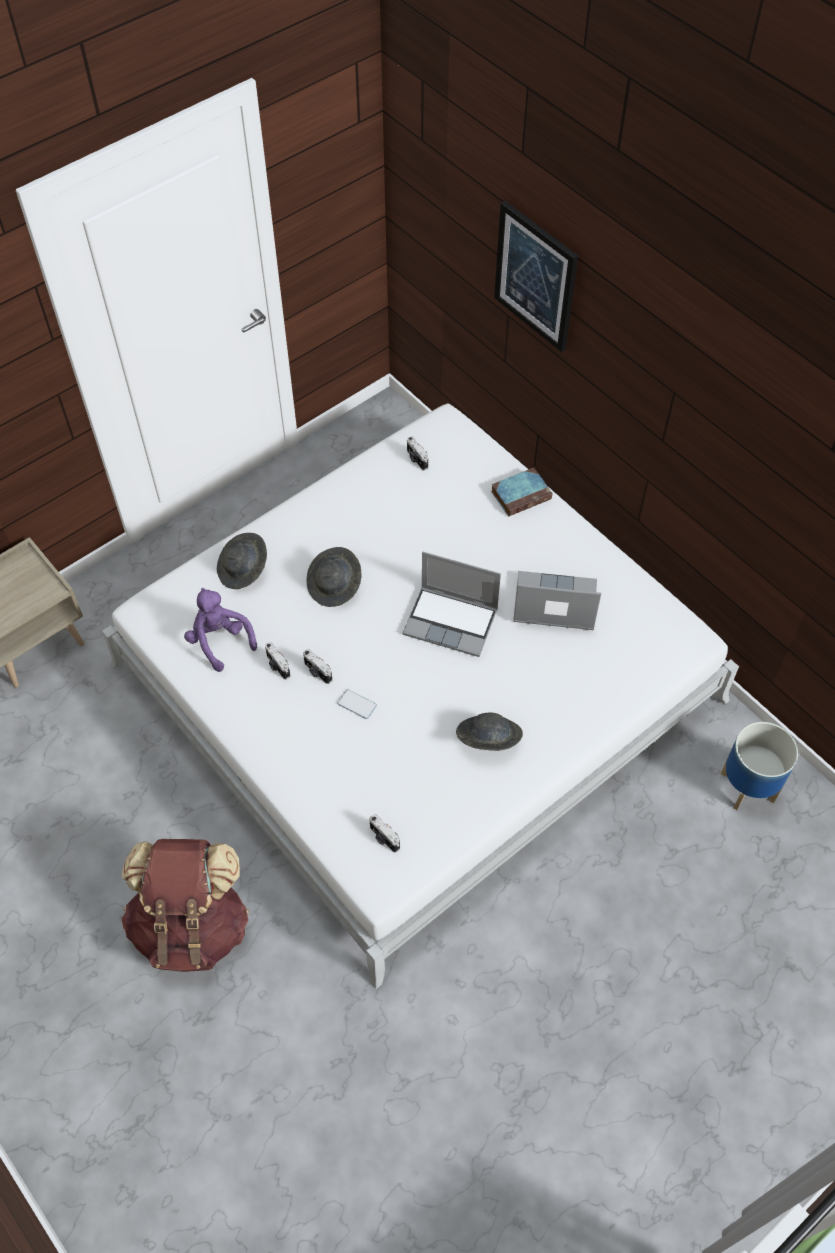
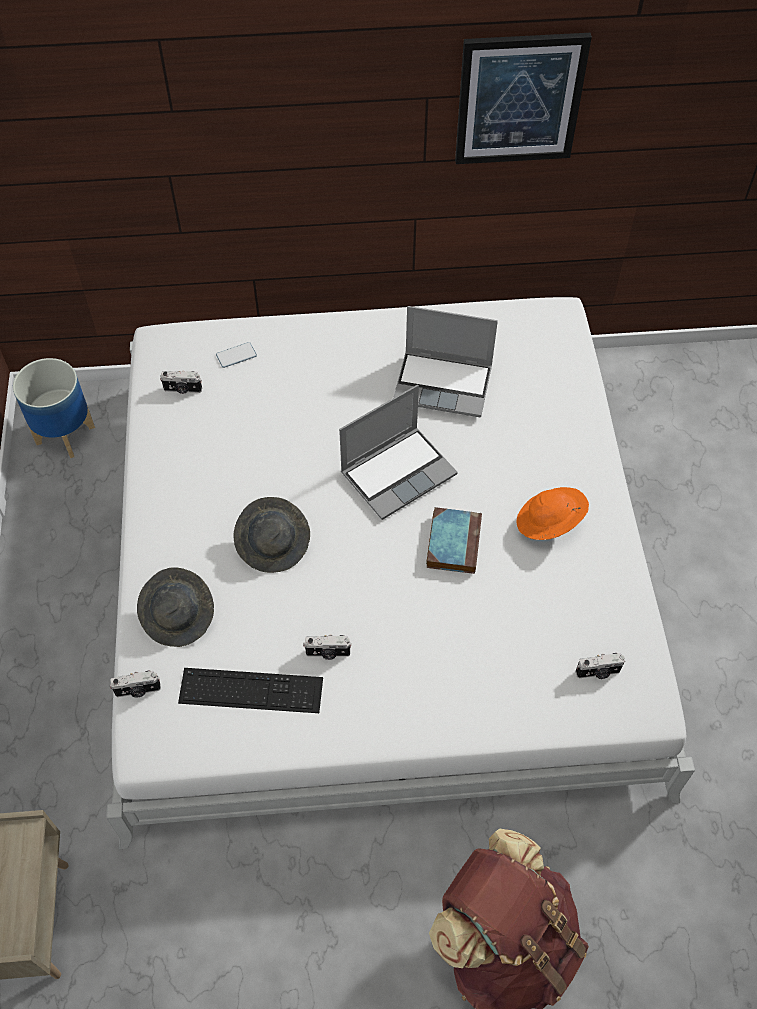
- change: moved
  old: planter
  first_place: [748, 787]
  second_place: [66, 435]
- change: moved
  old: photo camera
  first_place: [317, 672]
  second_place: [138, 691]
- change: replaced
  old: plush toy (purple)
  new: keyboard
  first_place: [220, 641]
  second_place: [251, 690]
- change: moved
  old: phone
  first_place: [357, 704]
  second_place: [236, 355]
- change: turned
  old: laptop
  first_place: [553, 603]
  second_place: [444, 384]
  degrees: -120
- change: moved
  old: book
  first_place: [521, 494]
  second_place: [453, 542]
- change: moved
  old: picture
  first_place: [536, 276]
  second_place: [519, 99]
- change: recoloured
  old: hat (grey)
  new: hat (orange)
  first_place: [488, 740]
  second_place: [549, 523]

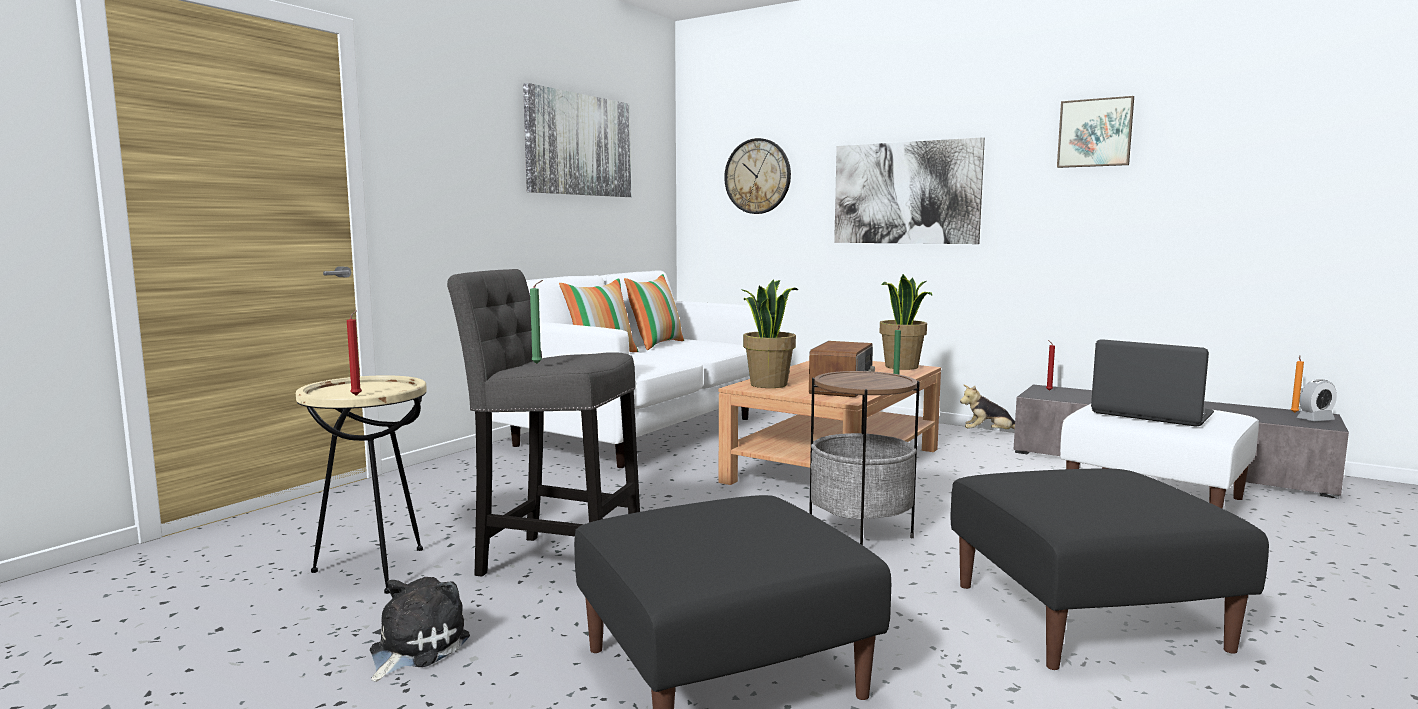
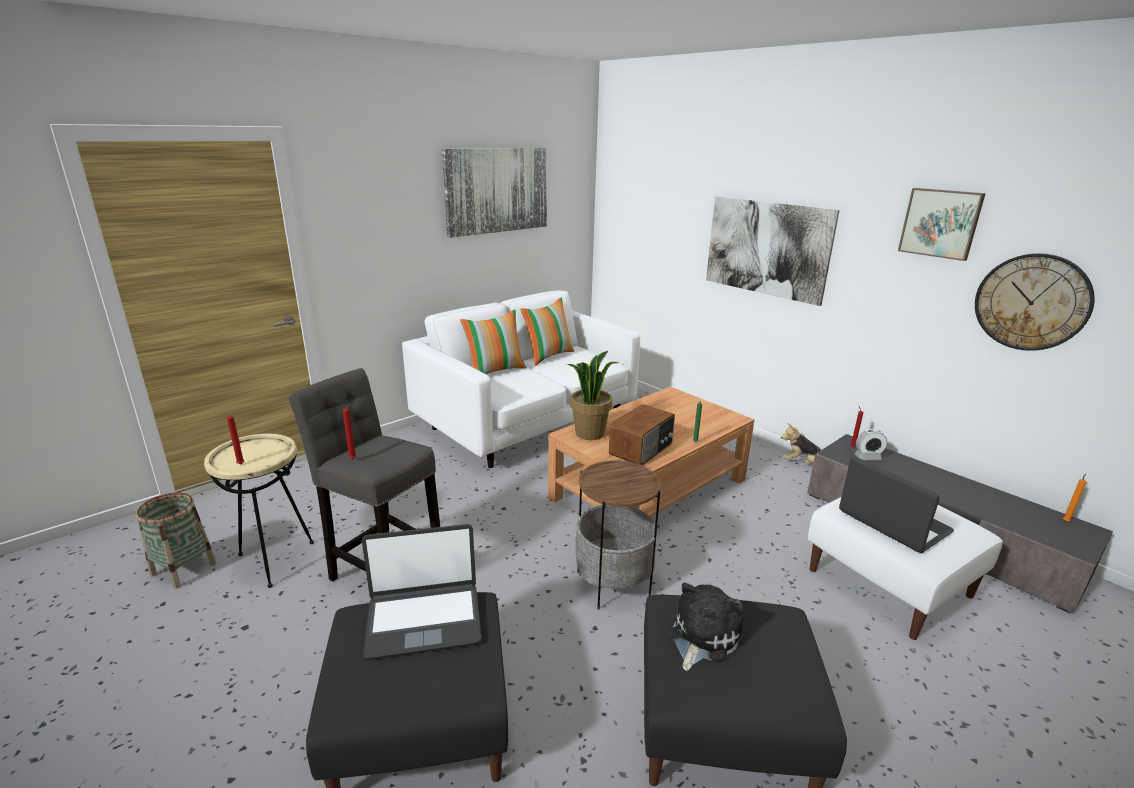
- change: added
  new: basket
  second_place: [183, 569]
- change: recoloured
  old: candle (green)
  new: candle (red)
  first_place: [538, 363]
  second_place: [354, 459]
- change: added
  new: laptop
  second_place: [424, 620]
- change: moved
  old: plush toy
  first_place: [414, 648]
  second_place: [702, 637]
- change: moved
  old: alarm clock
  first_place: [1315, 419]
  second_place: [867, 457]
- change: moved
  old: wall clock
  first_place: [757, 176]
  second_place: [1031, 302]
- change: removed
  old: potted plant
  first_place: [902, 367]

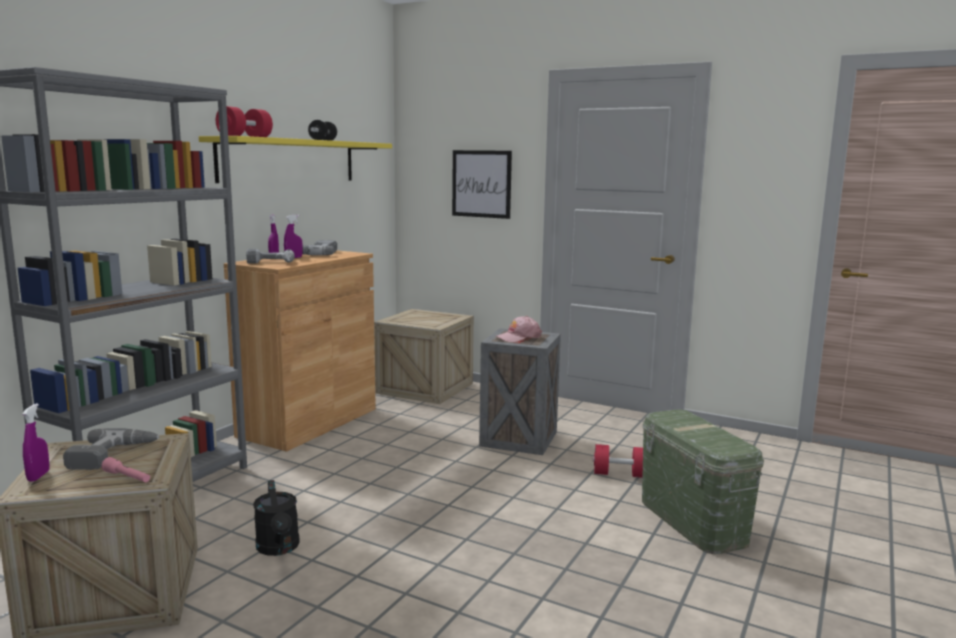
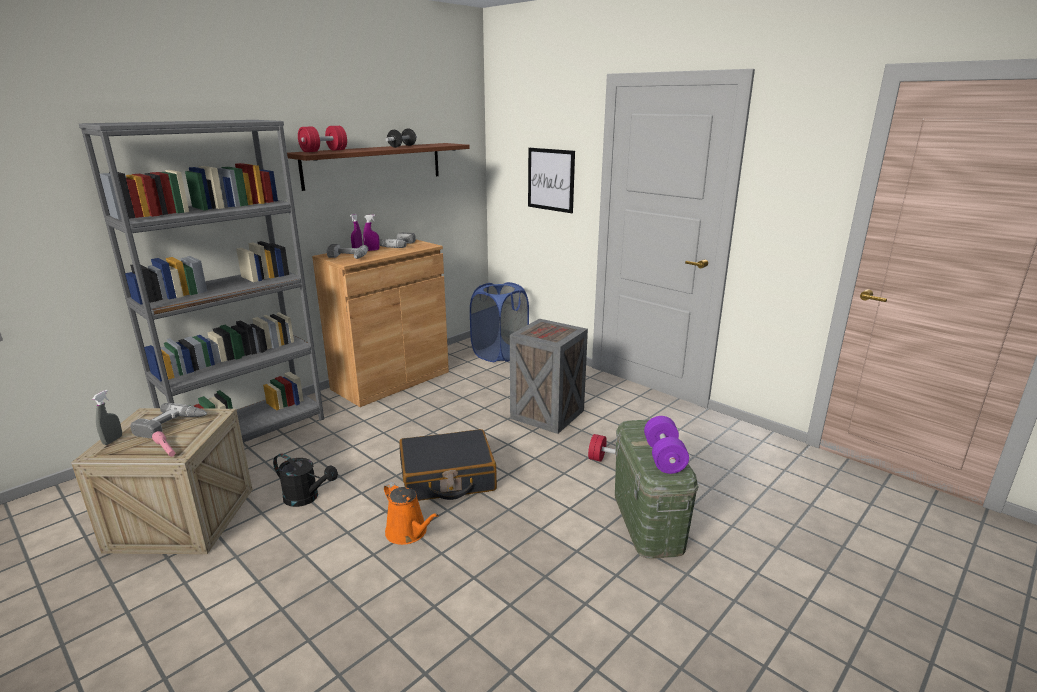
- change: recoloured
  old: spray bottle (purple)
  new: spray bottle (grey)
  first_place: [38, 476]
  second_place: [113, 440]
- change: turned
  old: watering can (black)
  first_place: [279, 548]
  second_place: [306, 498]
  degrees: -60
- change: recoloured
  old: shelf (yellow)
  new: shelf (brown)
  first_place: [289, 161]
  second_place: [374, 165]
- change: added
  new: watering can (orange)
  second_place: [409, 532]
- change: added
  new: suitcase (black)
  second_place: [447, 478]
- change: replaced
  old: crate
  new: laundry basket (blue)
  first_place: [425, 388]
  second_place: [500, 354]
- change: added
  new: dumbbell (purple)
  second_place: [664, 457]
- change: removed
  old: cap (pink)
  first_place: [518, 337]

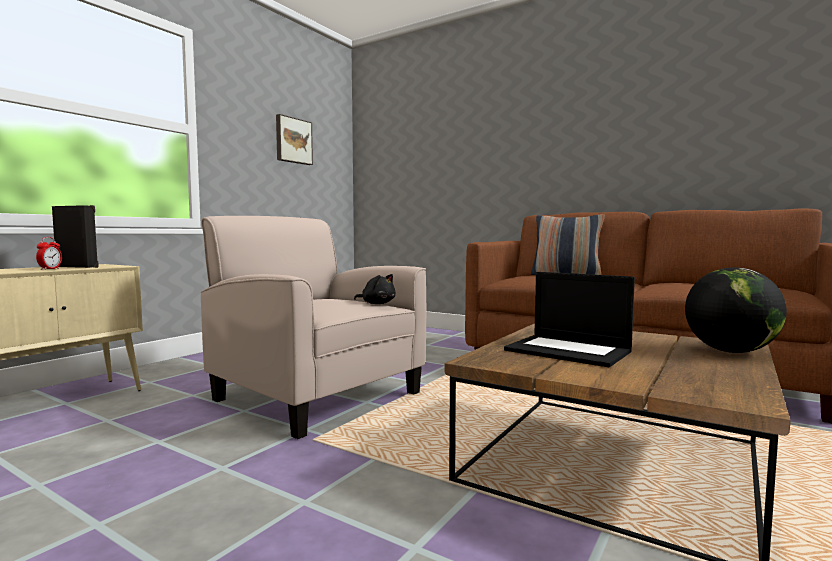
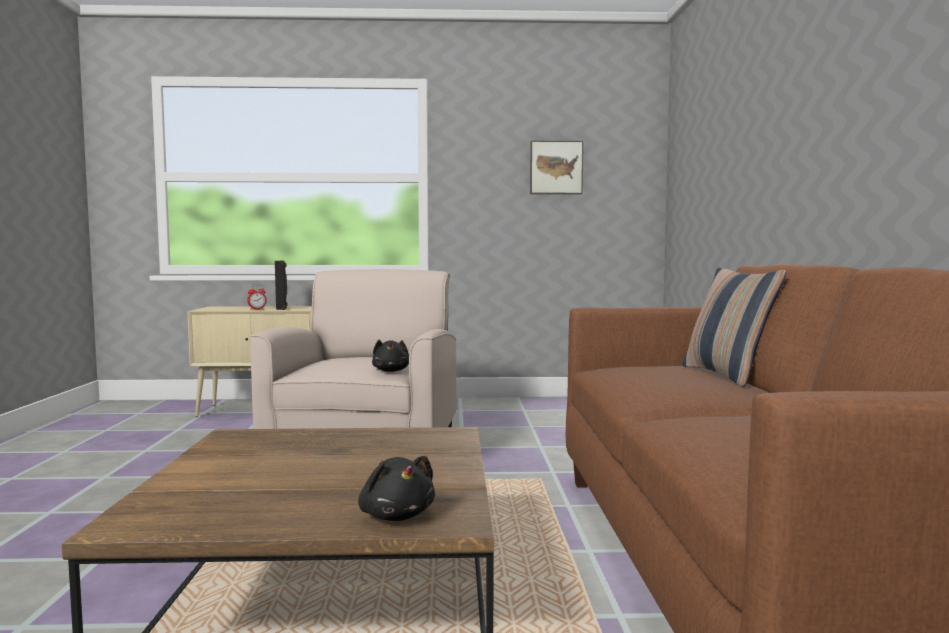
- change: replaced
  old: globe
  new: plush toy (black)
  first_place: [730, 351]
  second_place: [396, 515]
- change: removed
  old: laptop
  first_place: [569, 351]

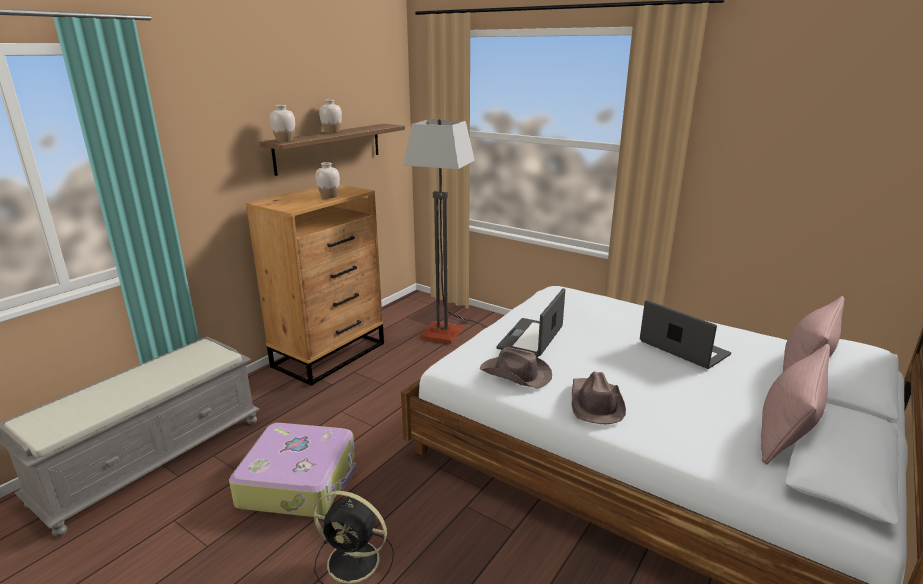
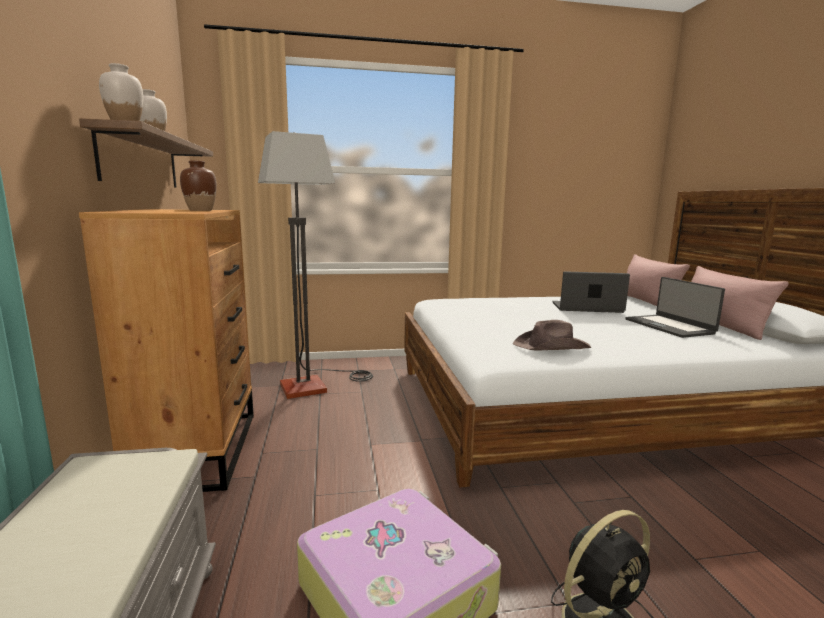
- change: recoloured
  old: vase (white)
  new: vase (brown)
  first_place: [329, 196]
  second_place: [201, 210]
- change: moved
  old: laptop
  first_place: [531, 338]
  second_place: [669, 326]
- change: removed
  old: hat (brown)
  first_place: [595, 403]

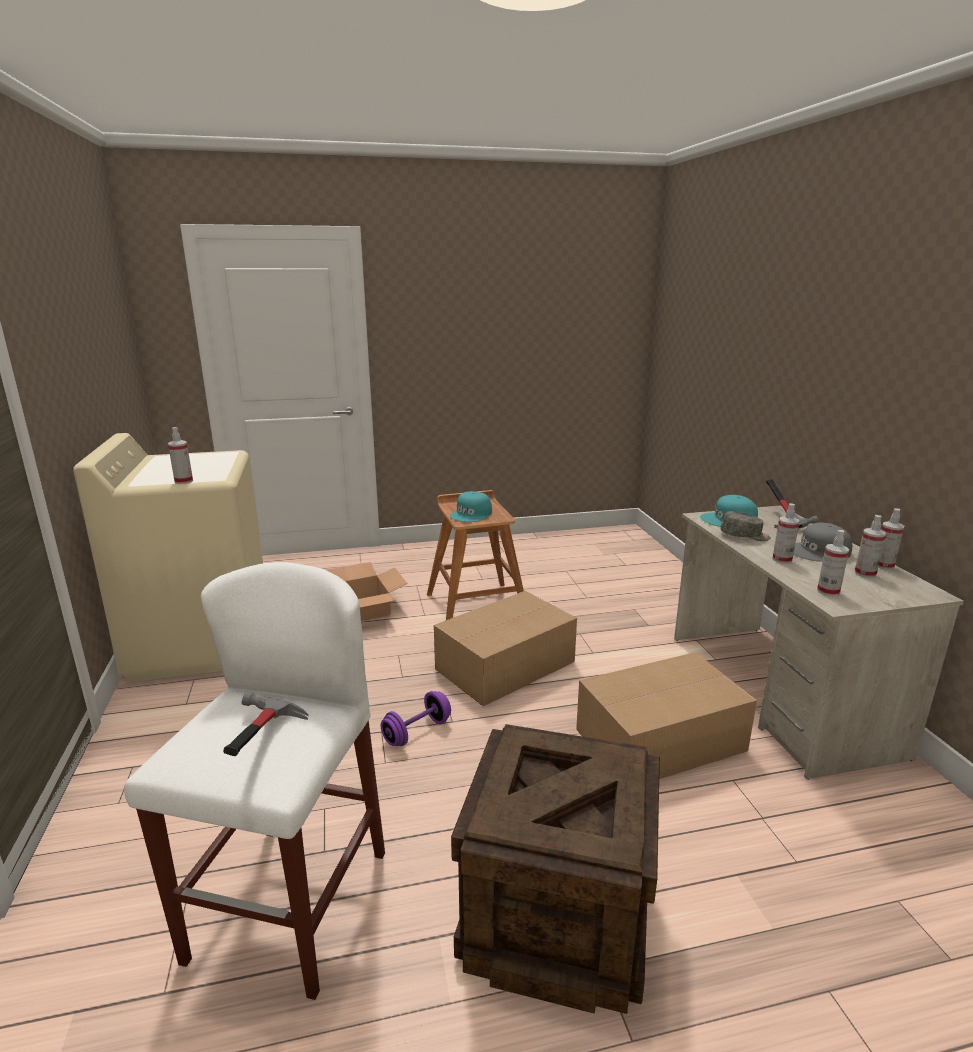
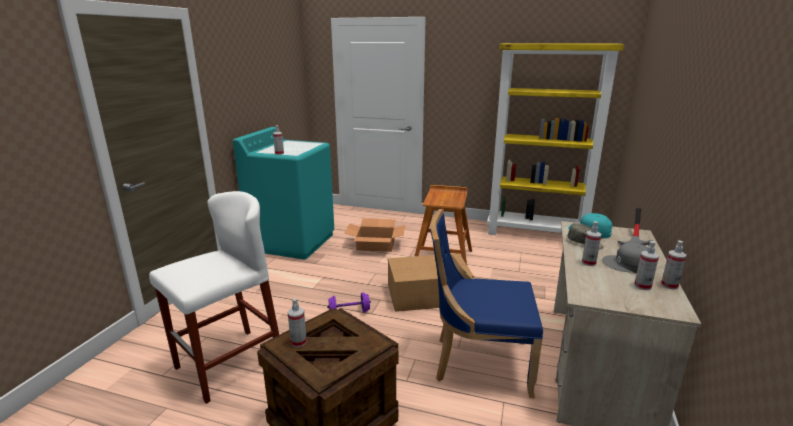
- change: recoloured
  old: washing machine (beige)
  new: washing machine (turquoise)
  first_place: [201, 642]
  second_place: [292, 242]
- change: moved
  old: spray bottle
  first_place: [828, 591]
  second_place: [298, 342]
- change: replaced
  old: cardboard box
  new: chair (blue)
  first_place: [657, 739]
  second_place: [478, 363]
- change: added
  new: bookcase (yellow)
  second_place: [536, 233]
- change: removed
  old: hammer
  first_place: [259, 744]
- change: removed
  old: cap (turquoise)
  first_place: [472, 514]

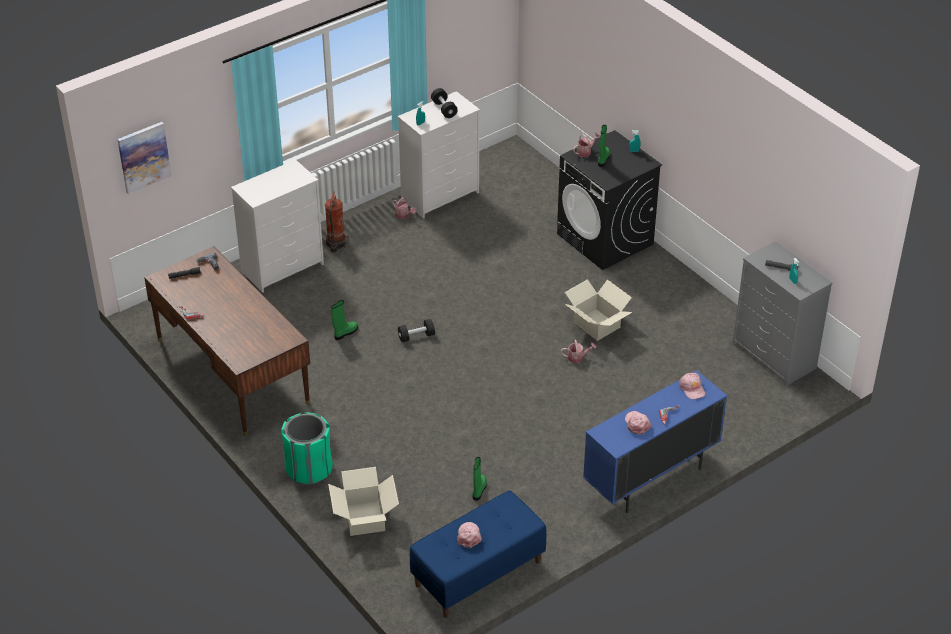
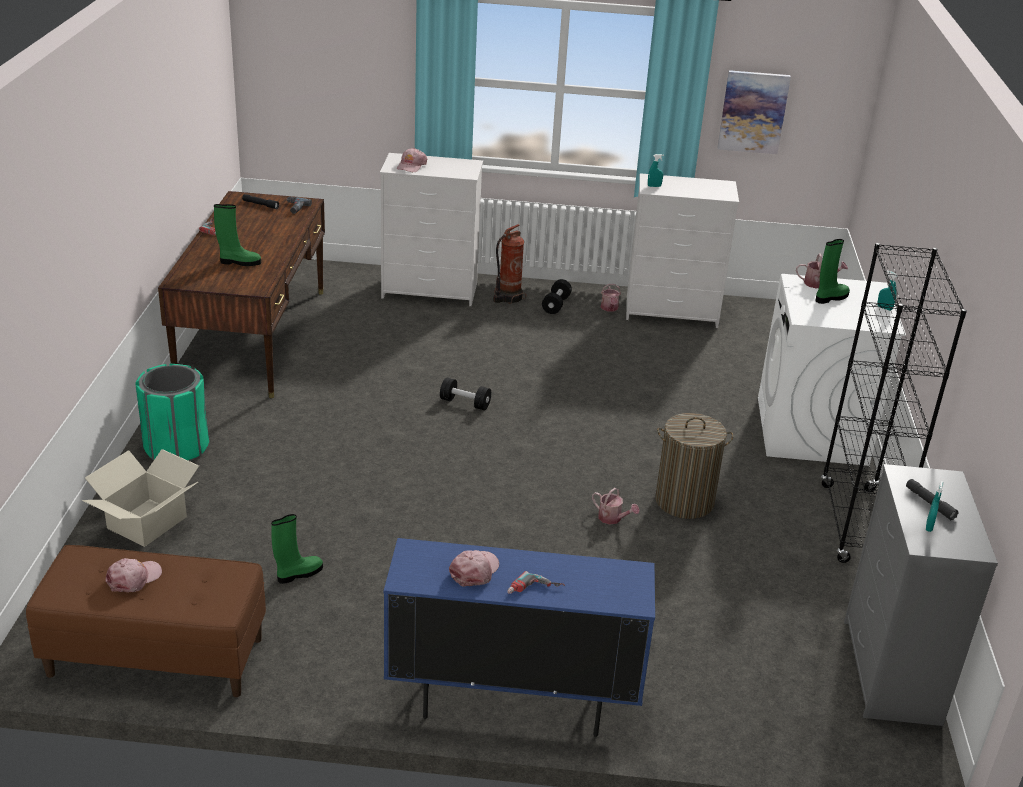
- change: recoloured
  old: bench (blue)
  new: bench (brown)
  first_place: [478, 574]
  second_place: [155, 657]
- change: moved
  old: boot (green)
  first_place: [345, 333]
  second_place: [239, 262]
- change: moved
  old: cap (pink)
  first_place: [692, 388]
  second_place: [411, 166]
- change: moved
  old: dumbbell (black)
  first_place: [444, 109]
  second_place: [556, 305]
- change: replaced
  old: cardboard box
  new: laundry basket
  first_place: [597, 324]
  second_place: [684, 501]
- change: moved
  old: picture
  first_place: [144, 157]
  second_place: [753, 112]
- change: recoloured
  old: washing machine (black)
  new: washing machine (white)
  first_place: [605, 239]
  second_place: [811, 432]
- change: added
  new: bookcase (black)
  second_place: [856, 525]

